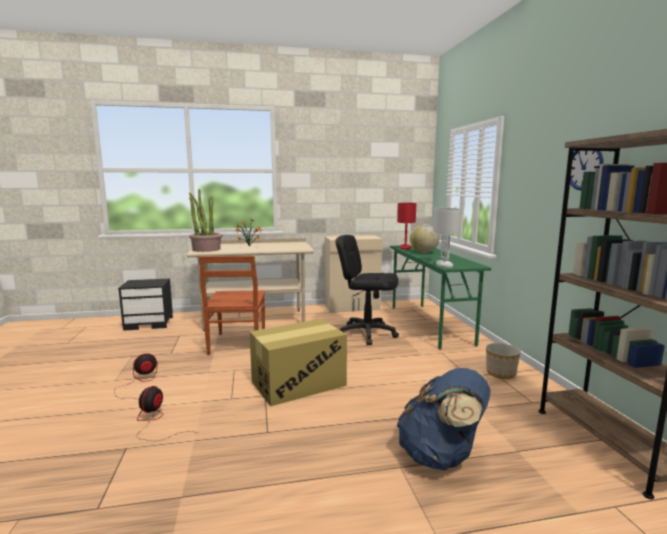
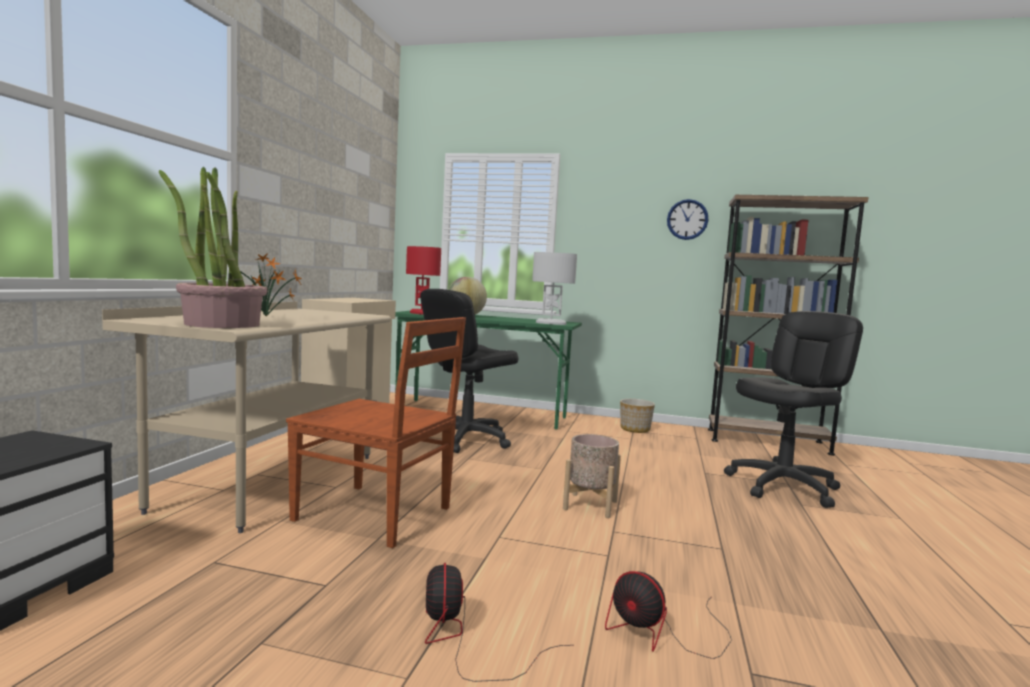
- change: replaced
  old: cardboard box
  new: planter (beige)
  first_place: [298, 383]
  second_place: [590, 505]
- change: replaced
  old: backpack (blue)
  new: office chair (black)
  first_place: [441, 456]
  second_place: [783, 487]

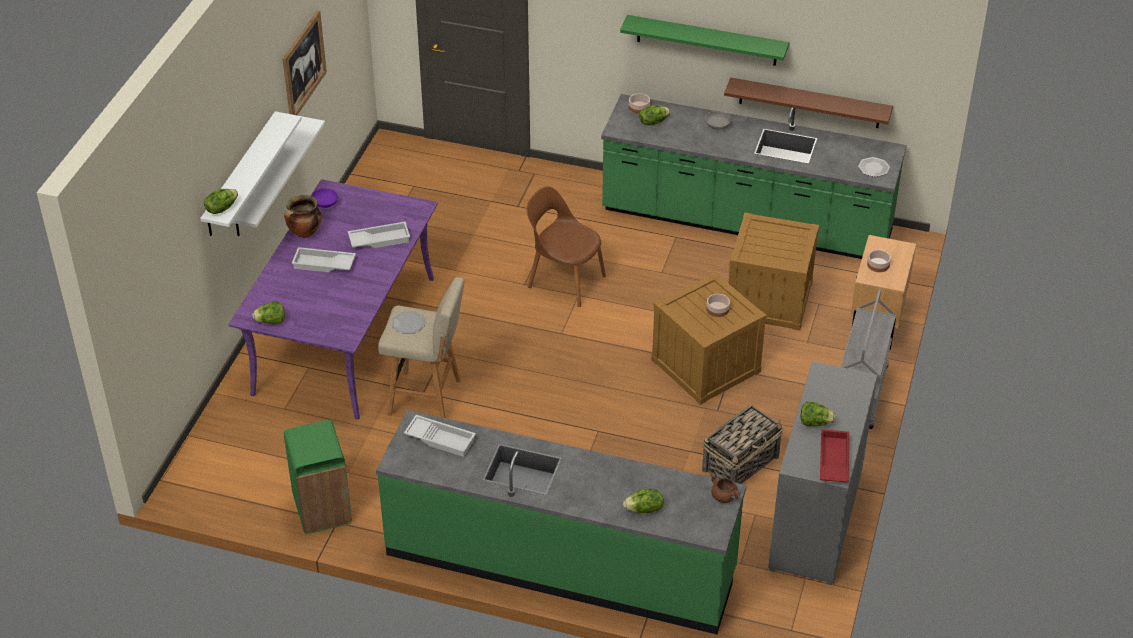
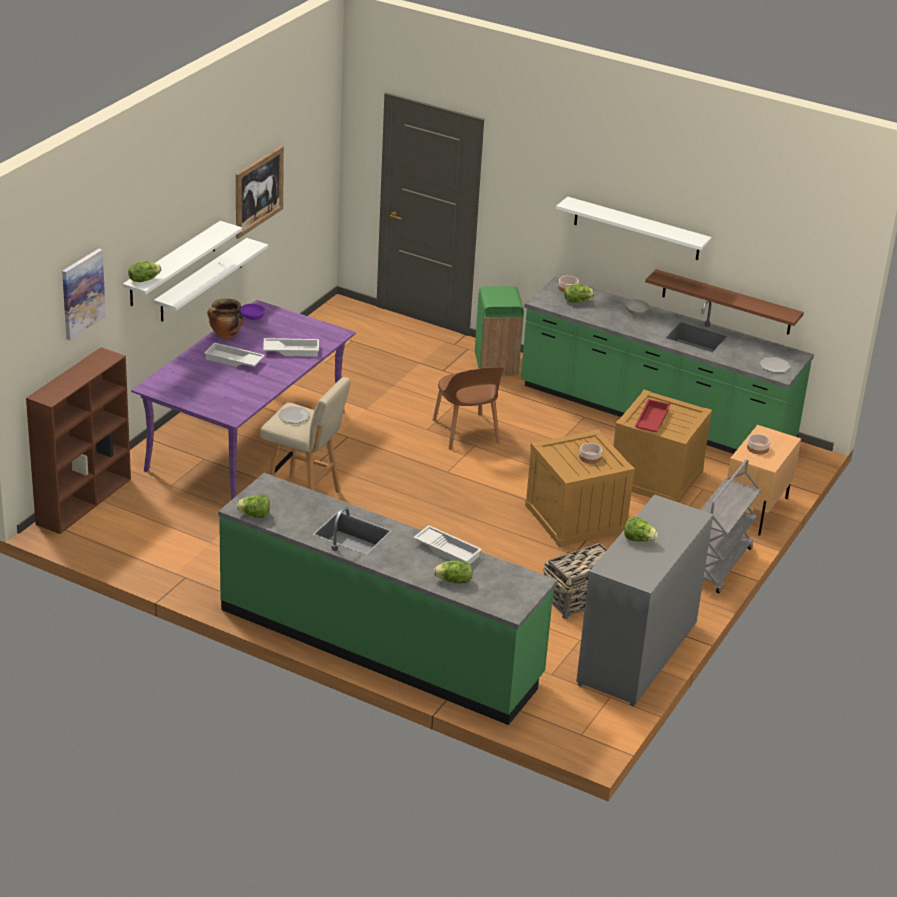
- change: added
  new: bookcase (brown)
  second_place: [84, 500]
- change: added
  new: picture
  second_place: [82, 293]
- change: moved
  old: lettuce
  first_place: [271, 321]
  second_place: [254, 515]
- change: moved
  old: tray (white)
  first_place: [441, 438]
  second_place: [448, 550]
- change: turned
  old: chair (brown)
  first_place: [565, 280]
  second_place: [466, 432]
  degrees: -150
- change: moved
  old: trash can (green)
  first_place: [322, 510]
  second_place: [495, 365]
- change: recoloured
  old: shelf (green)
  new: shelf (white)
  first_place: [706, 40]
  second_place: [637, 229]
- change: moved
  old: tray (red)
  first_place: [832, 460]
  second_place: [651, 420]
- change: removed
  old: cooking pot (brown)
  first_place: [724, 496]

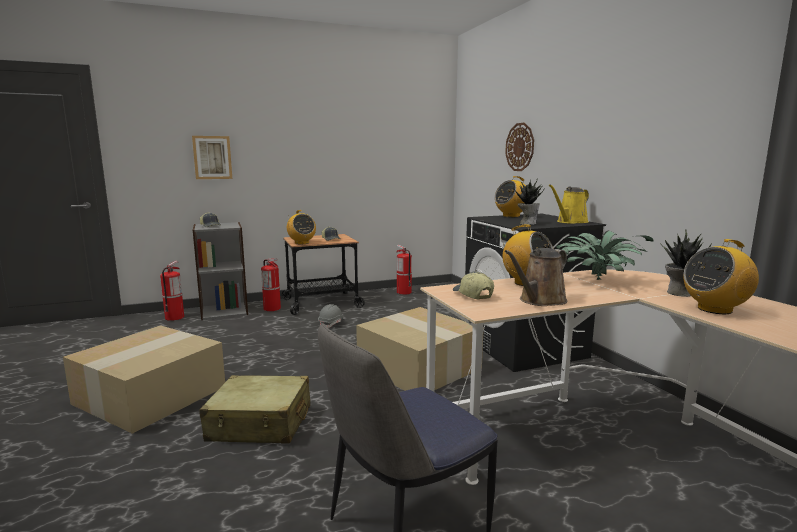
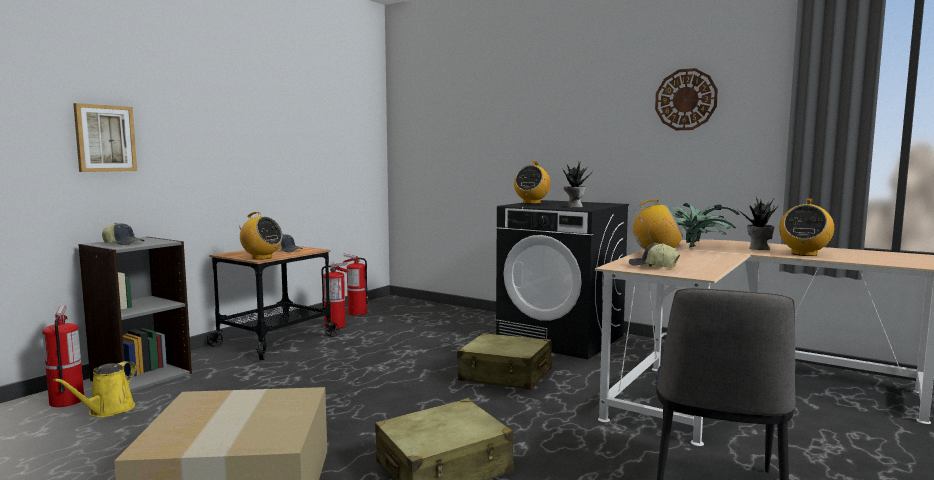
- change: moved
  old: watering can (yellow)
  first_place: [570, 222]
  second_place: [108, 411]
- change: moved
  old: fire extinguisher
  first_place: [272, 308]
  second_place: [335, 326]
- change: replaced
  old: cardboard box
  new: suitcase (beige)
  first_place: [421, 367]
  second_place: [505, 375]
- change: moved
  old: wall clock
  first_place: [520, 147]
  second_place: [685, 99]
- change: removed
  old: hard hat (grey)
  first_place: [332, 324]
- change: removed
  old: watering can (brown)
  first_place: [540, 301]

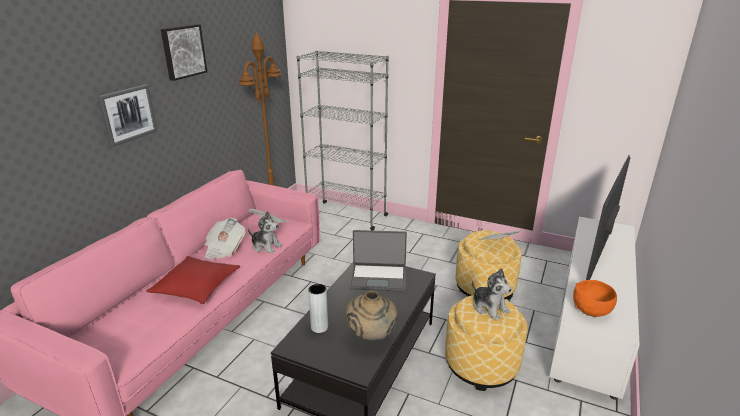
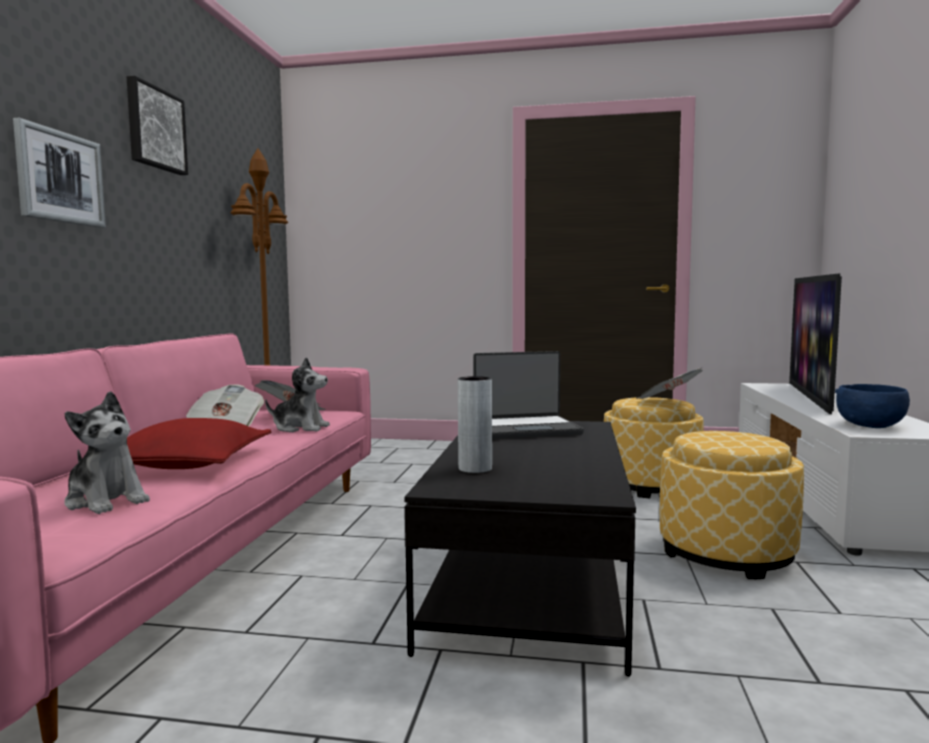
- change: moved
  old: plush toy
  first_place: [489, 308]
  second_place: [106, 501]
- change: recoloured
  old: bowl (orange)
  new: bowl (blue)
  first_place: [591, 310]
  second_place: [870, 425]
- change: removed
  old: bookcase (grey)
  first_place: [346, 215]
- change: removed
  old: vase (beige)
  first_place: [371, 337]

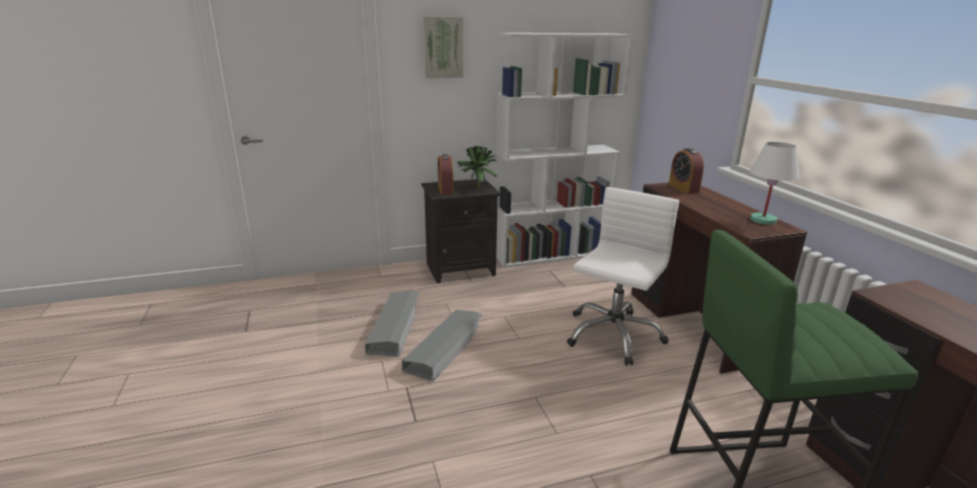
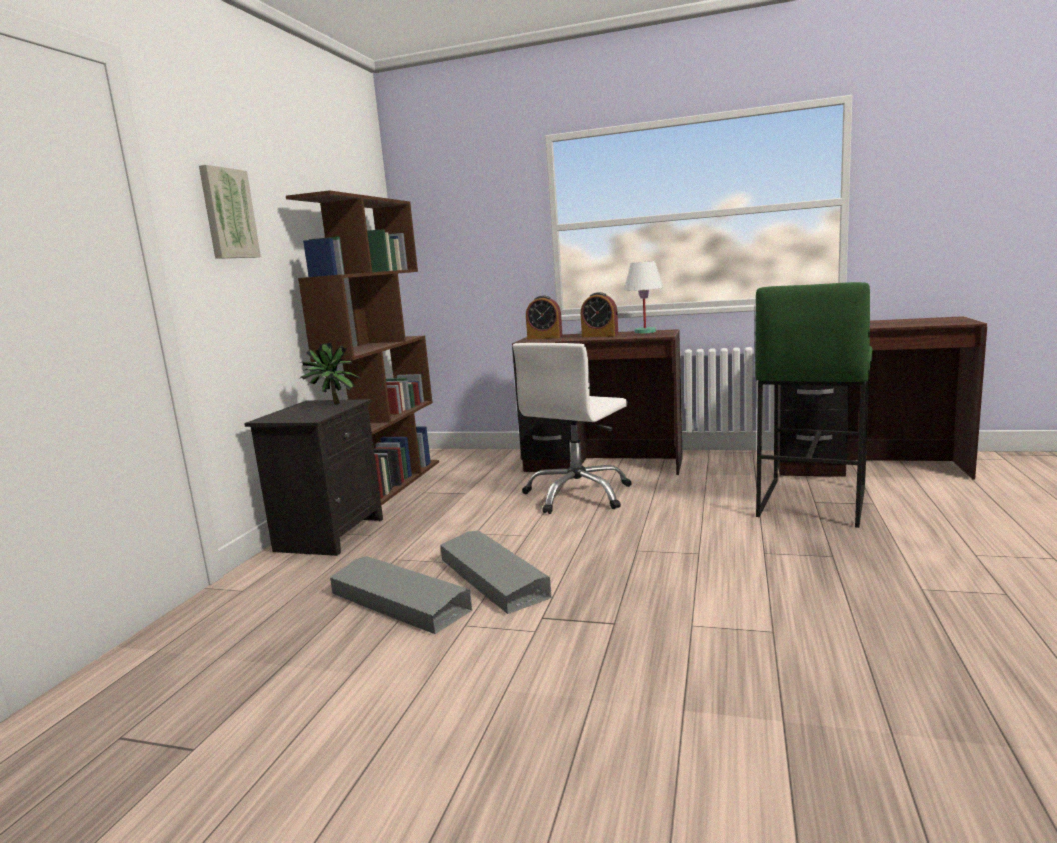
- change: recoloured
  old: bookcase (white)
  new: bookcase (brown)
  first_place: [551, 254]
  second_place: [390, 483]
- change: turned
  old: office chair (white)
  first_place: [613, 335]
  second_place: [578, 495]
  degrees: -120
- change: moved
  old: alarm clock
  first_place: [445, 189]
  second_place: [600, 335]

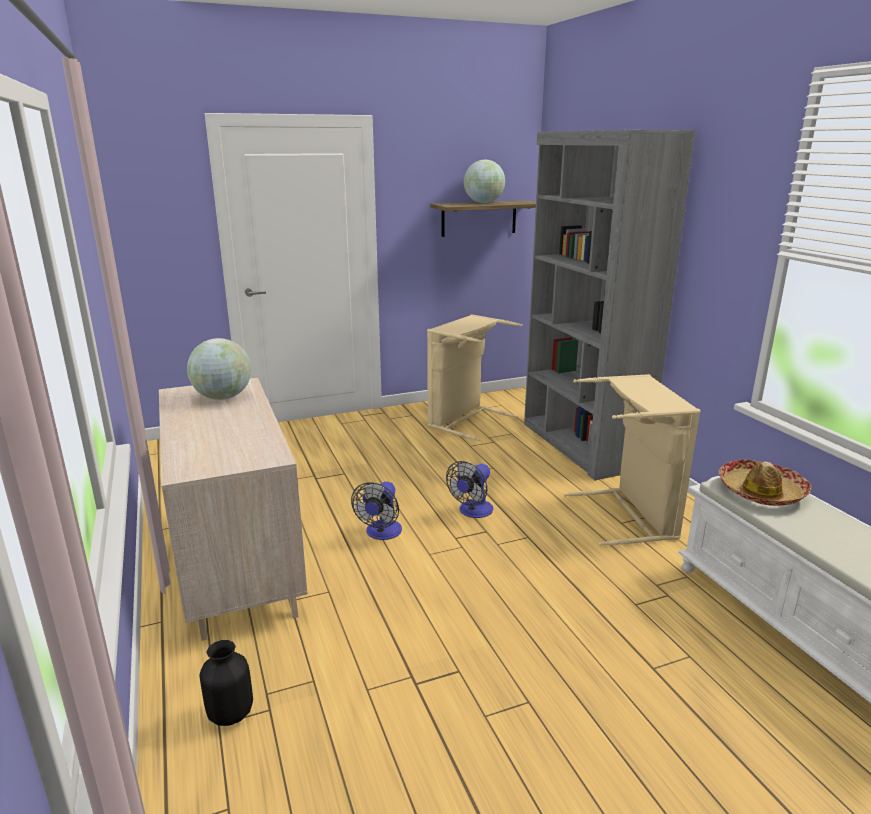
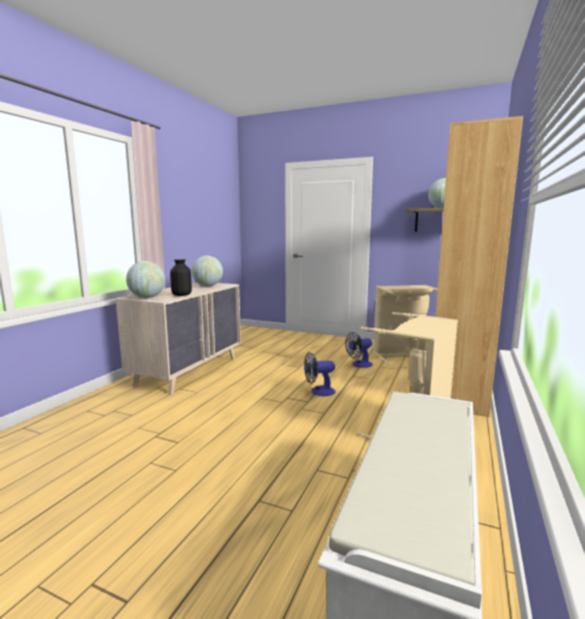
- change: added
  new: globe
  second_place: [147, 297]
- change: moved
  old: vase (black)
  first_place: [230, 714]
  second_place: [181, 295]
- change: moved
  old: fan
  first_place: [381, 533]
  second_place: [359, 365]
- change: recoloured
  old: bookcase (grey)
  new: bookcase (brown)
  first_place: [581, 445]
  second_place: [458, 388]
- change: removed
  old: hat
  first_place: [761, 492]

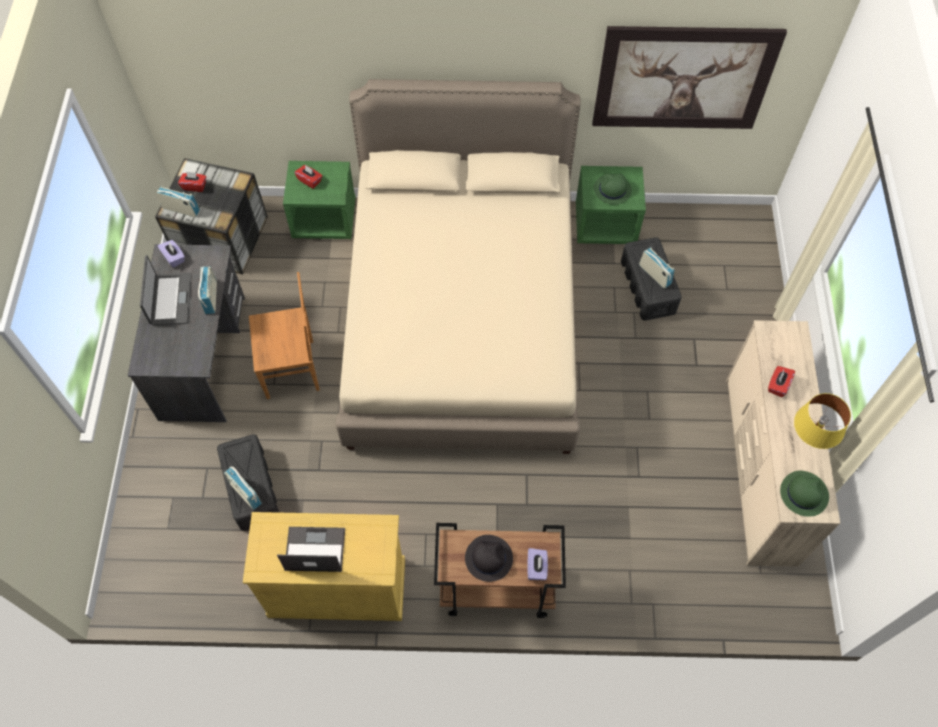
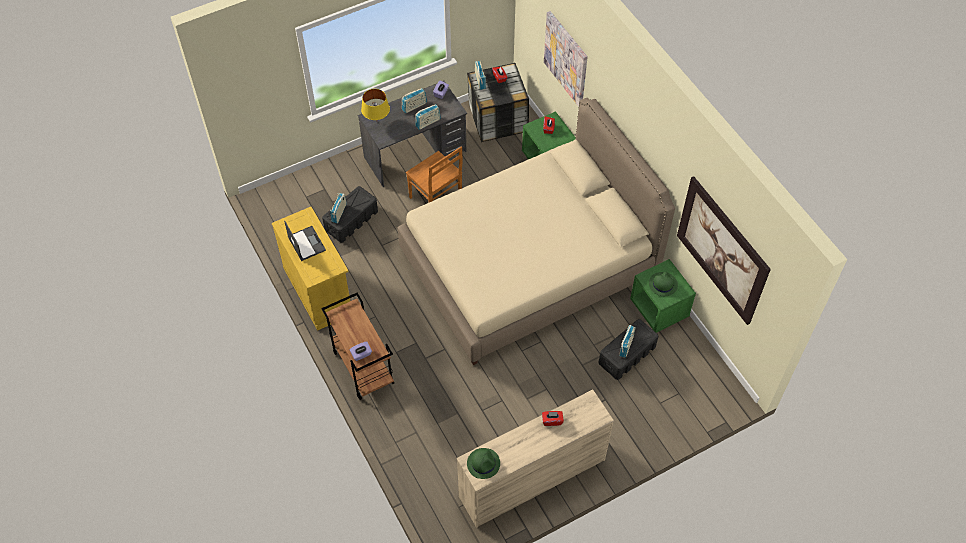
- change: moved
  old: table lamp (yellow)
  first_place: [809, 439]
  second_place: [377, 121]
- change: replaced
  old: laptop
  new: radio
  first_place: [170, 299]
  second_place: [414, 106]
- change: added
  new: picture
  second_place: [566, 58]
- change: removed
  old: hat (black)
  first_place: [488, 558]

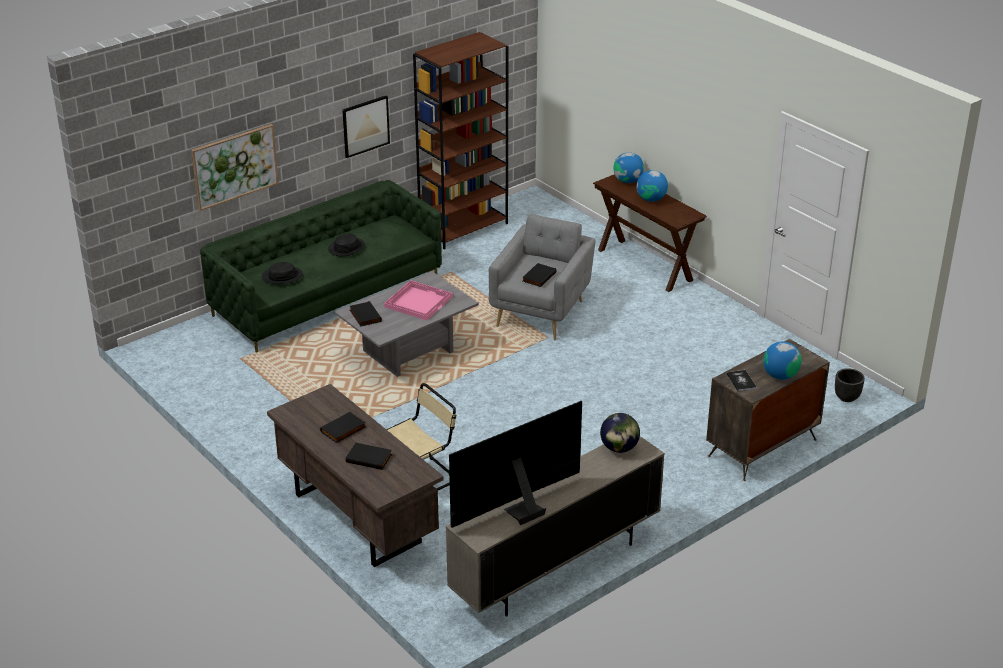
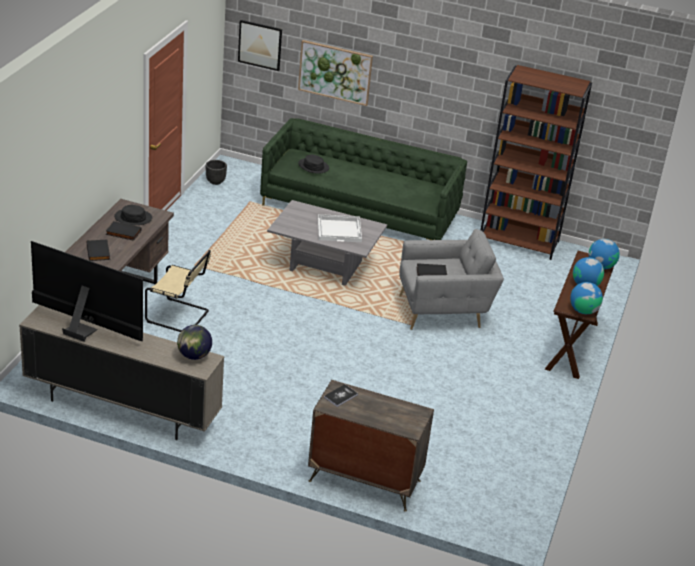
- change: moved
  old: hat (black)
  first_place: [346, 247]
  second_place: [133, 218]
- change: moved
  old: planter (black)
  first_place: [846, 397]
  second_place: [215, 181]
- change: moved
  old: picture
  first_place: [365, 126]
  second_place: [260, 45]
- change: recoloured
  old: tray (pink)
  new: tray (white)
  first_place: [418, 301]
  second_place: [339, 229]
- change: moved
  old: globe
  first_place: [780, 375]
  second_place: [583, 311]
- change: removed
  old: book (black)
  first_place: [364, 316]

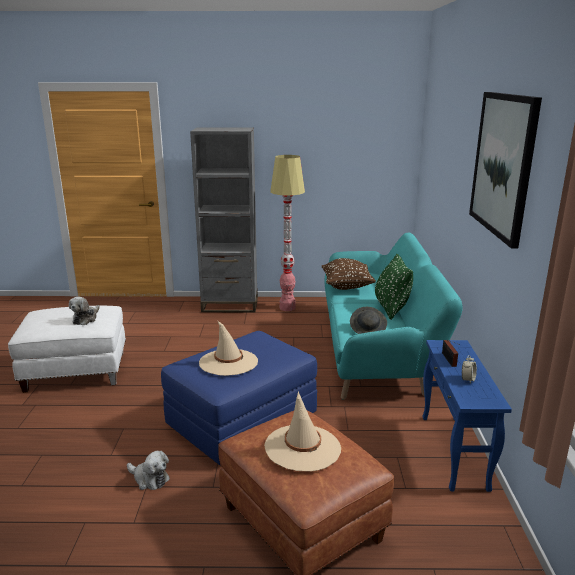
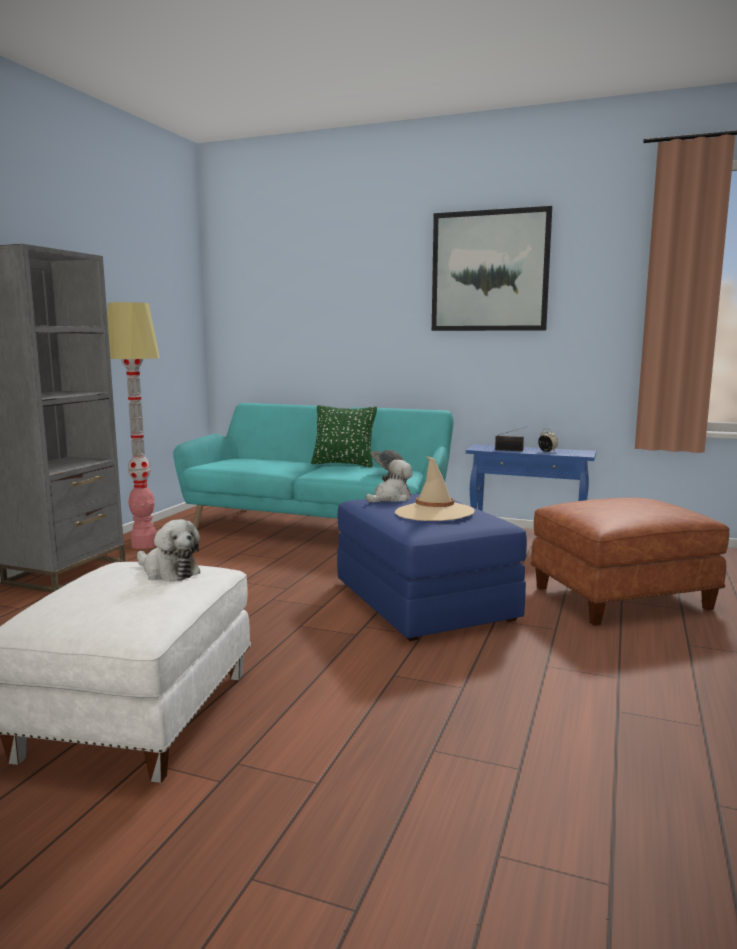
- change: moved
  old: plush toy
  first_place: [149, 479]
  second_place: [391, 498]
- change: removed
  old: hat (beige)
  first_place: [302, 448]
- change: removed
  old: pillow (brown)
  first_place: [347, 286]

